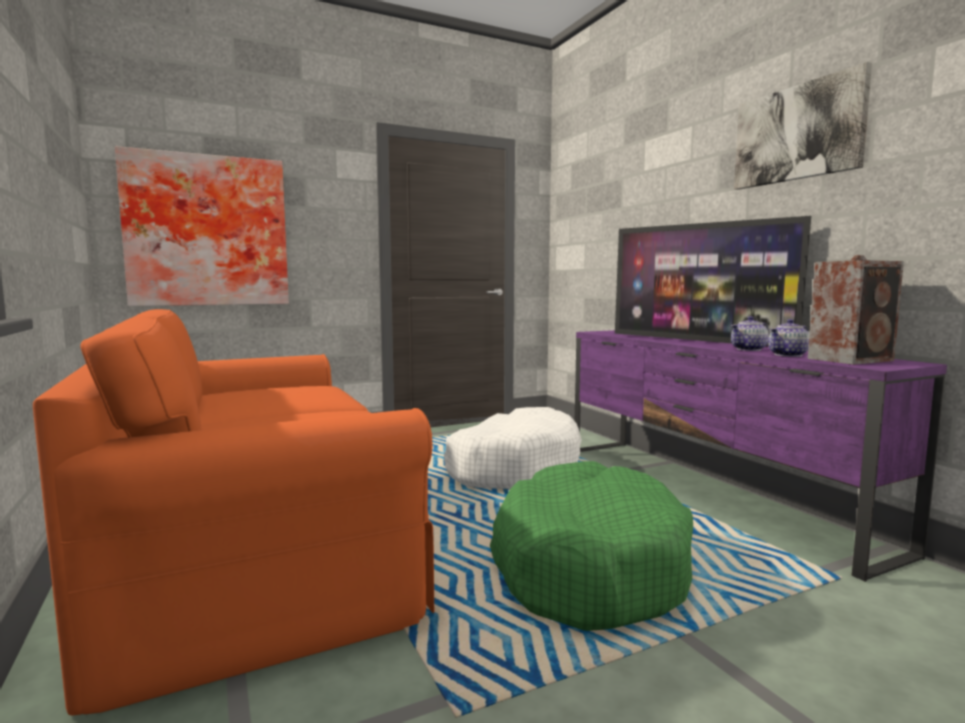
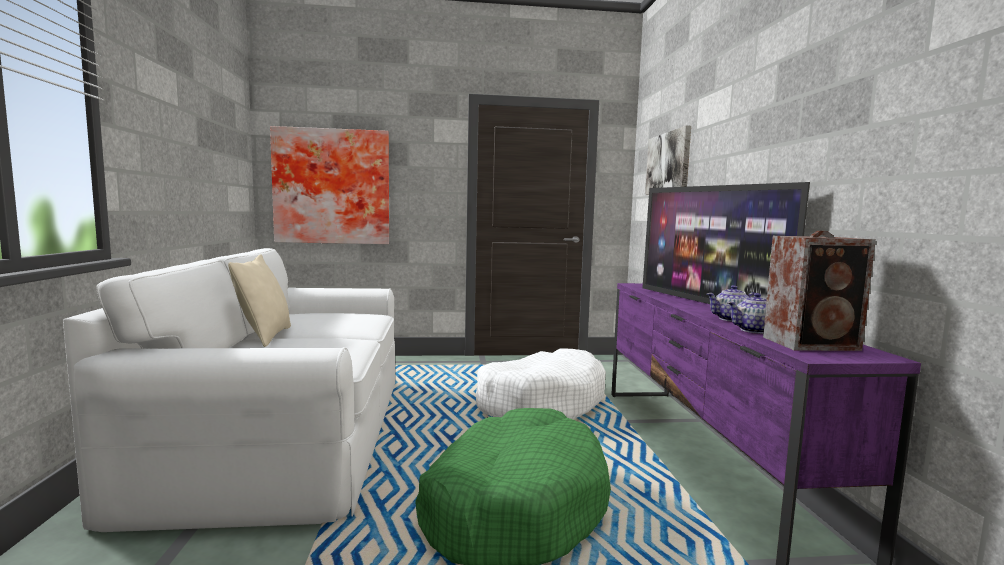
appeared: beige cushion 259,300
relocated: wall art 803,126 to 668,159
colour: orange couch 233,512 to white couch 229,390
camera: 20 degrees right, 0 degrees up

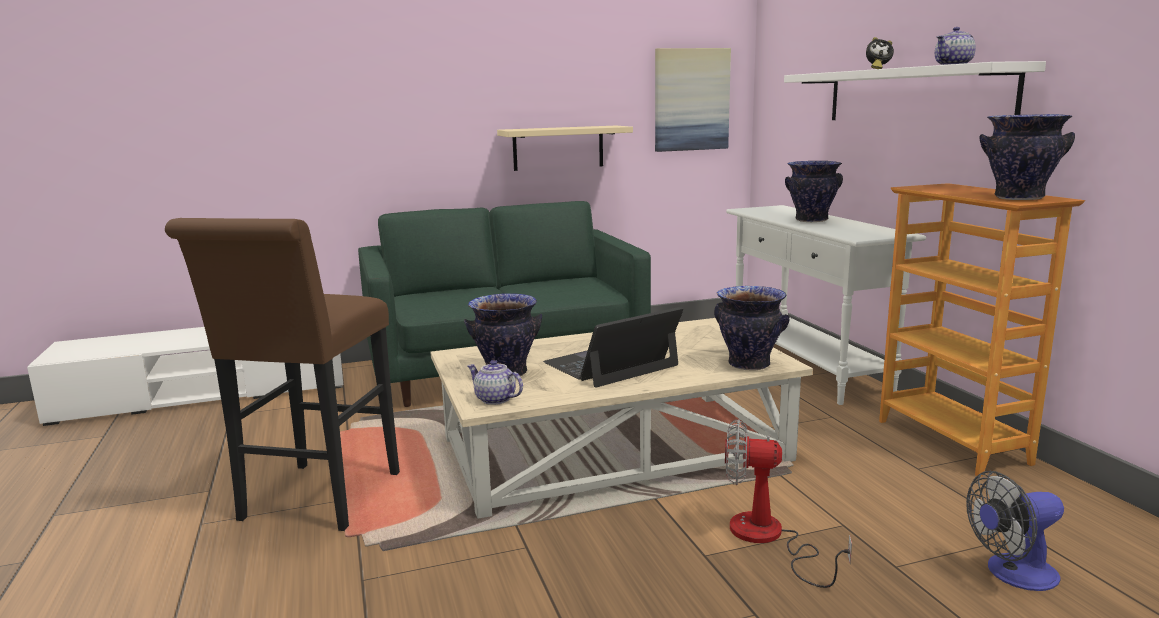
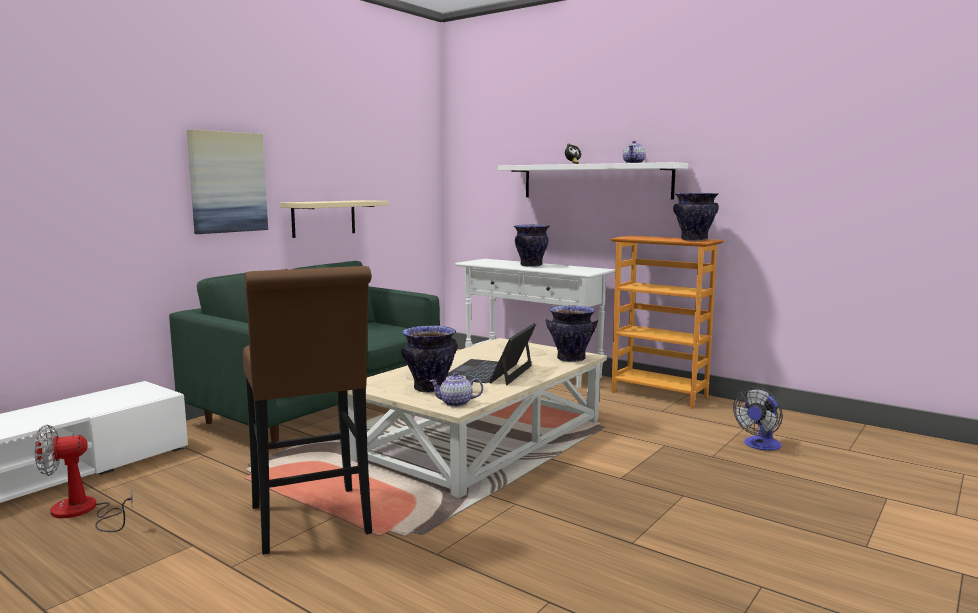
relocated: wall art 693,100 to 227,181; electric fan 788,503 to 83,478
camera: 35 degrees left, 5 degrees down

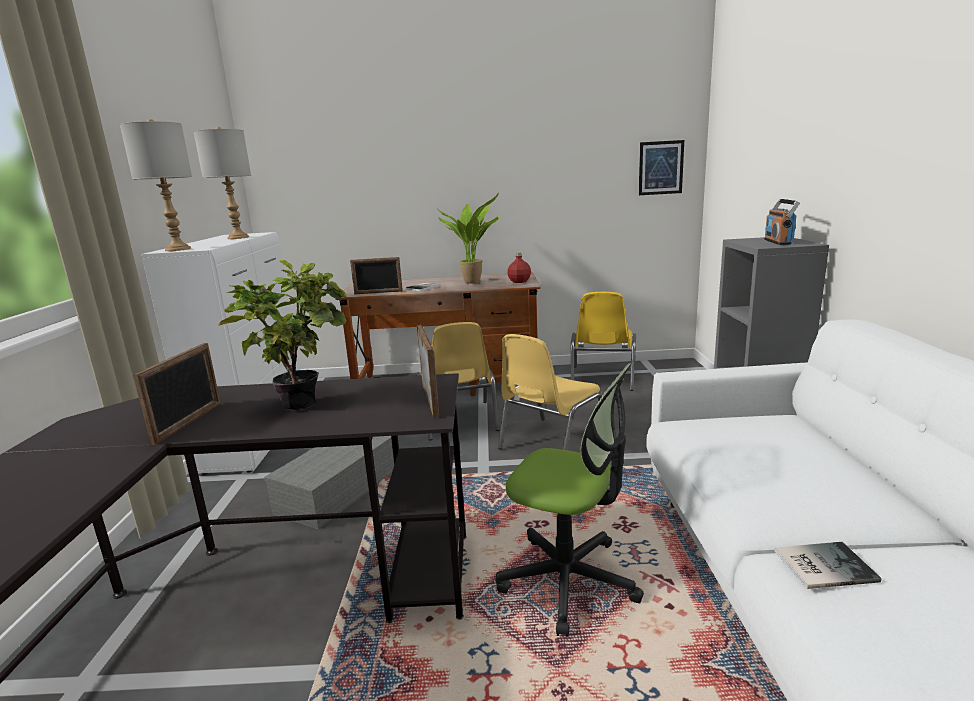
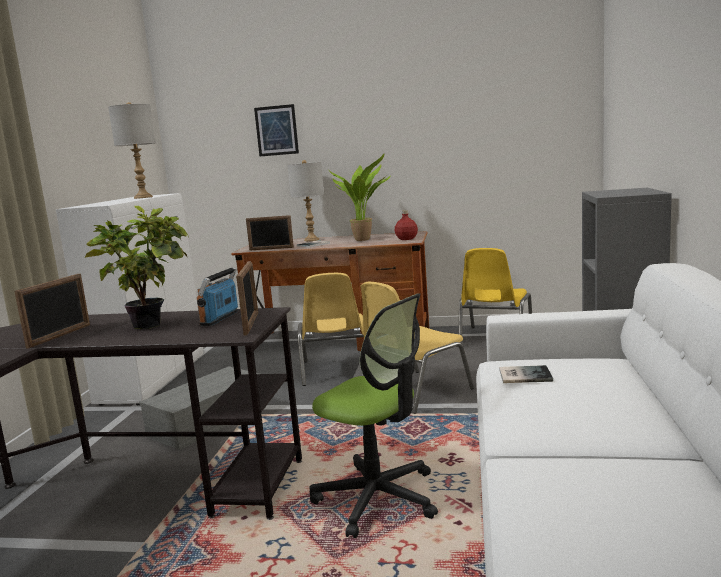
relocated: gray tabletop lamp 156,185 to 305,200; wall art 661,167 to 276,130; radio receiver 782,222 to 217,296; volume 828,565 to 526,374
camera: 10 degrees right, 5 degrees down

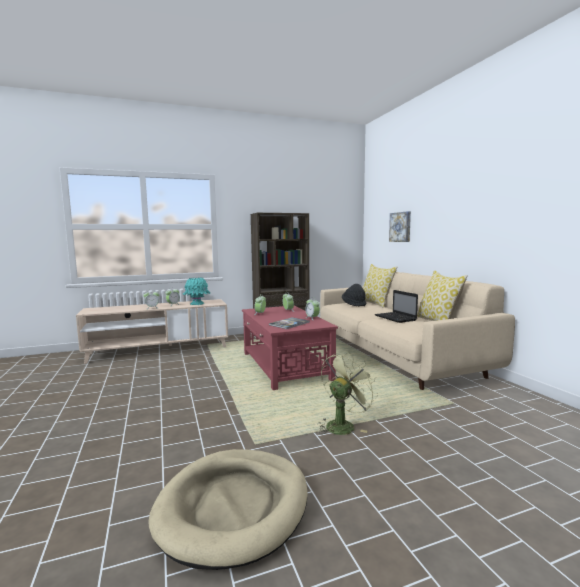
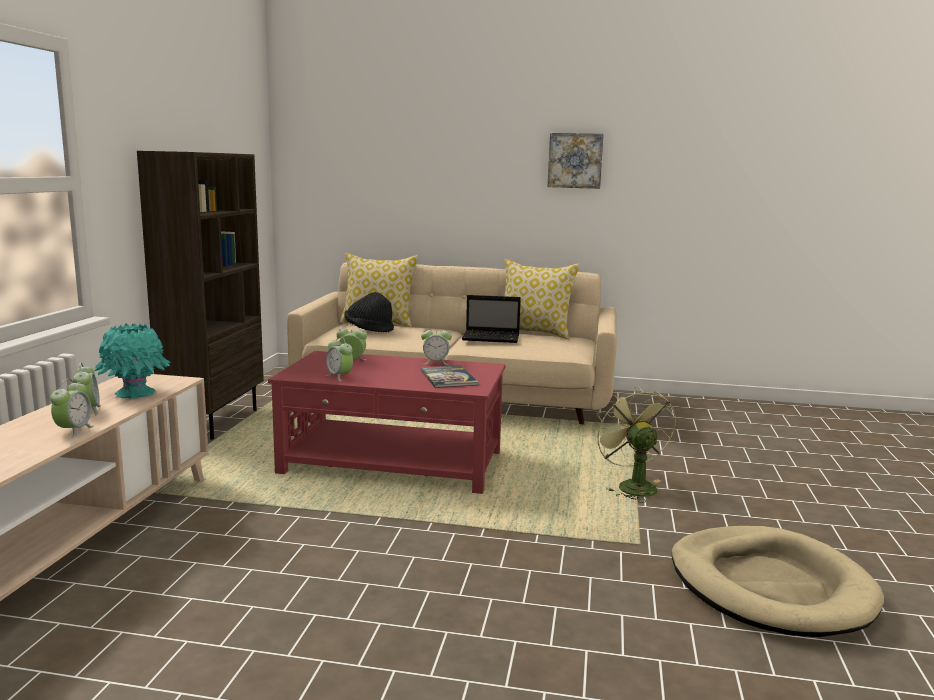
relocated: wall art 400,226 to 576,161
camera: 60 degrees left, 5 degrees up

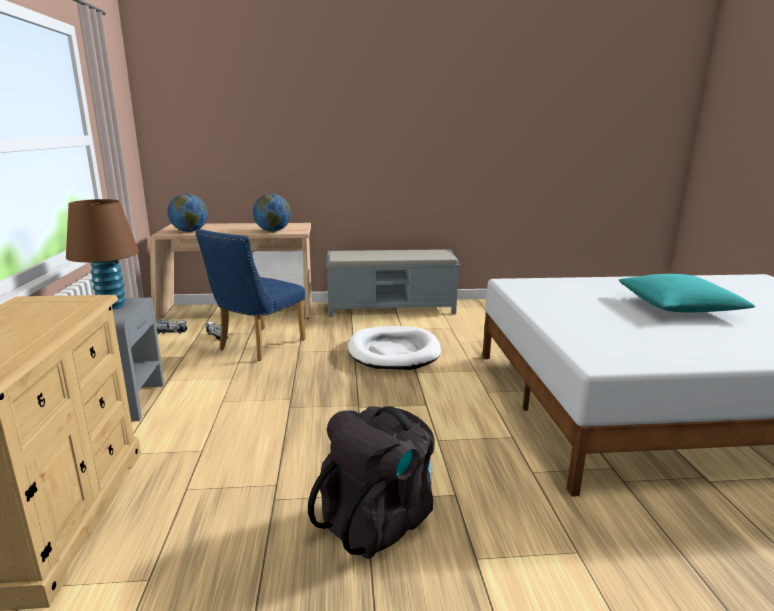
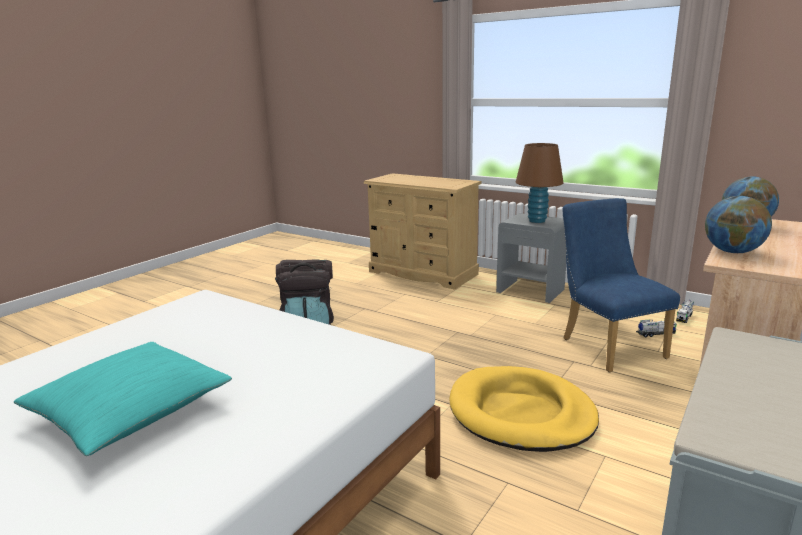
colour: white pet bed 394,348 to yellowish pet bed 524,409
camera: 130 degrees right, 0 degrees up

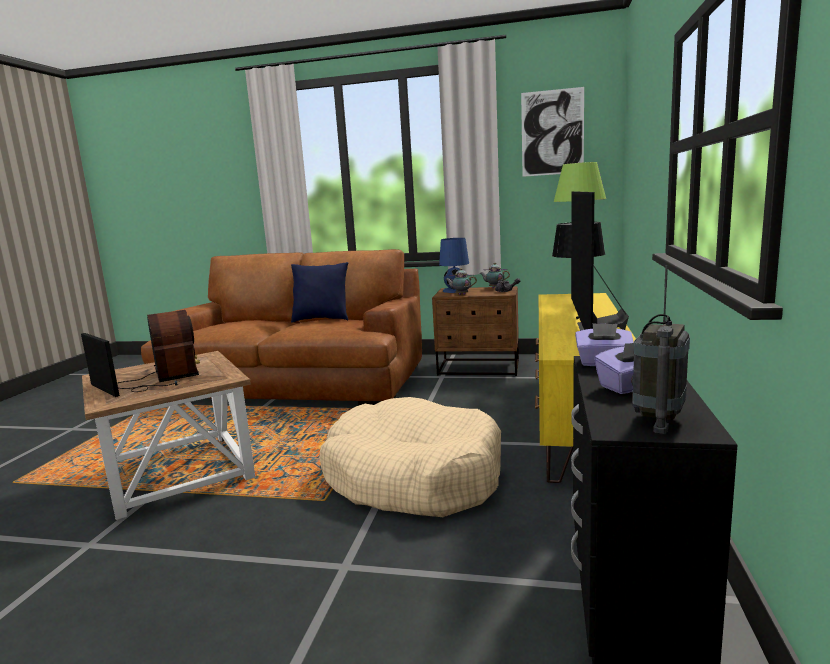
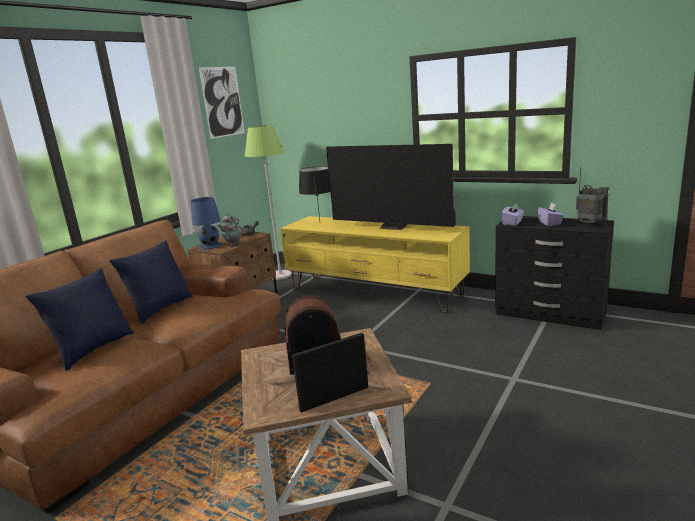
missing: beige pet bed 410,457
appeared: blue-coloured cushion 80,319
camera: 70 degrees left, 5 degrees up

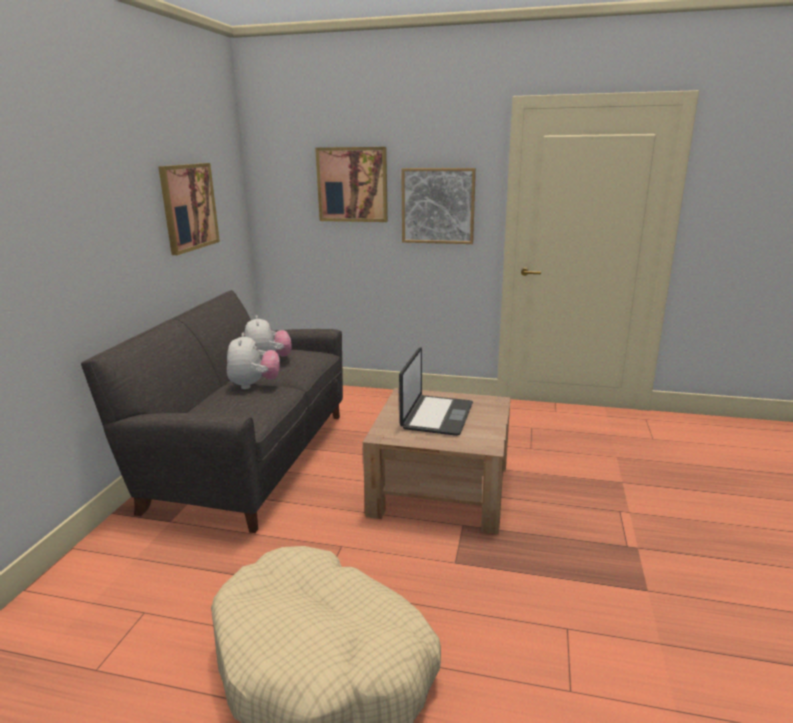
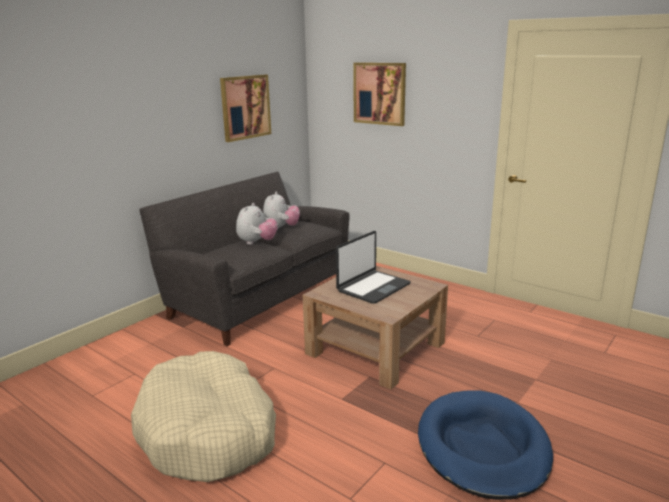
missing: wall art 438,206
appeared: blue-coloured pet bed 485,445
camera: 25 degrees right, 0 degrees up

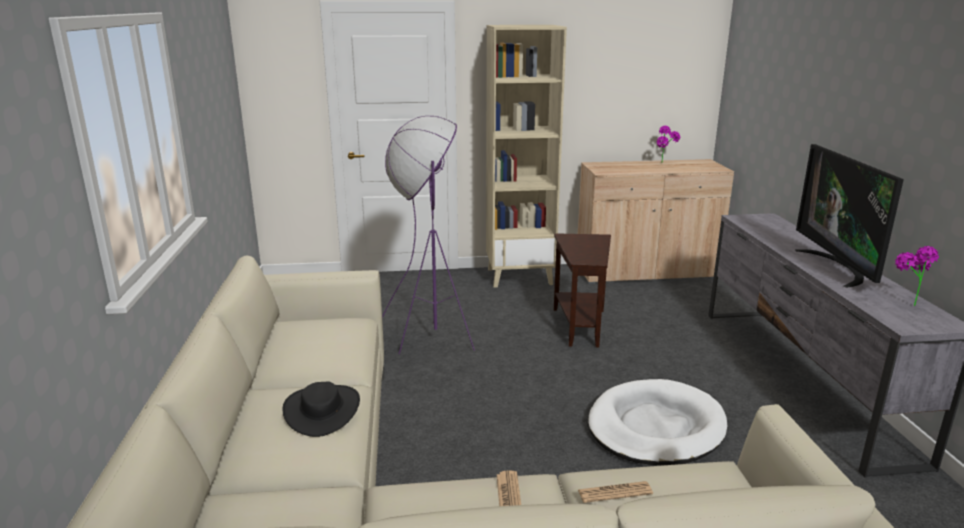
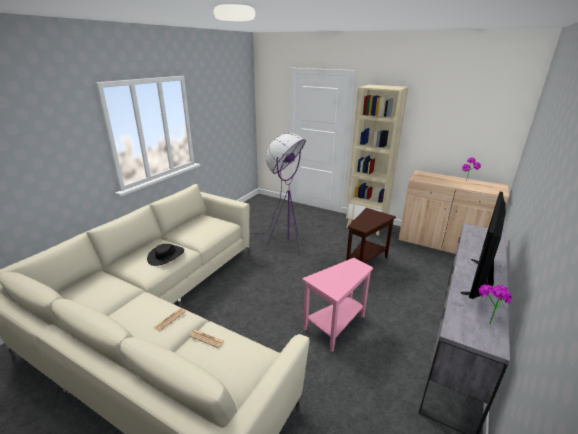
exchanged: white pet bed 657,422 to pink-coloured side table 338,305
camera: 35 degrees right, 5 degrees up

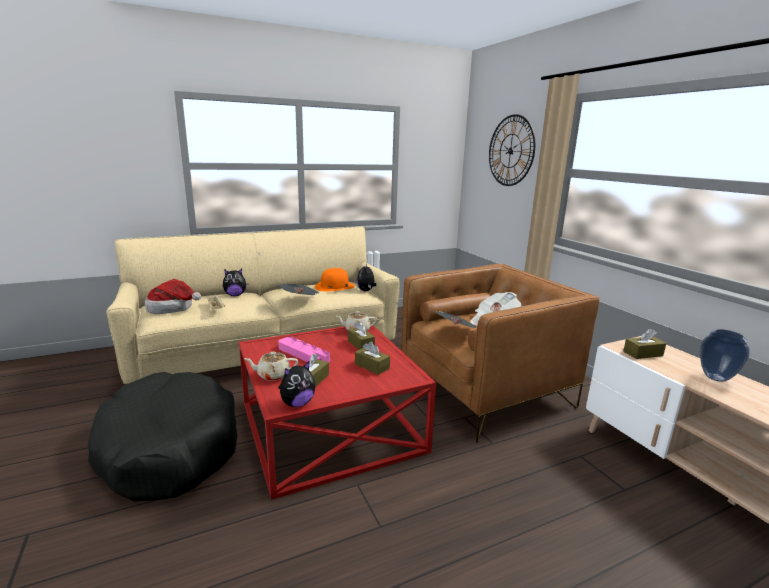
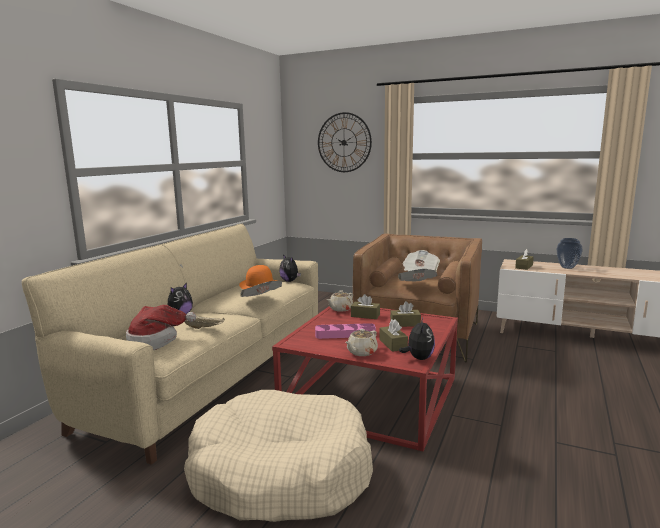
colour: black-coloured pet bed 162,436 to beige pet bed 278,456
camera: 40 degrees left, 5 degrees down

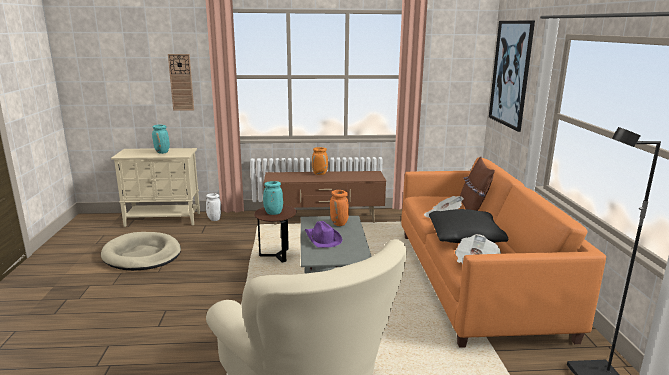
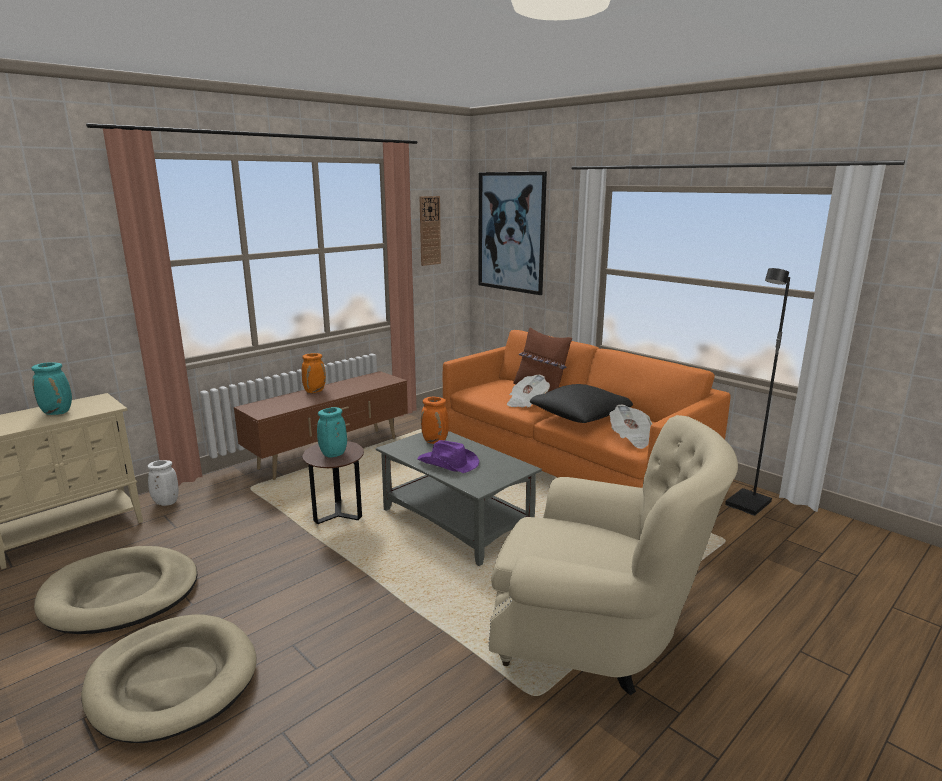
appeared: beige pet bed 169,678
relocated: hanging clock 181,82 to 430,231
camera: 40 degrees left, 0 degrees up

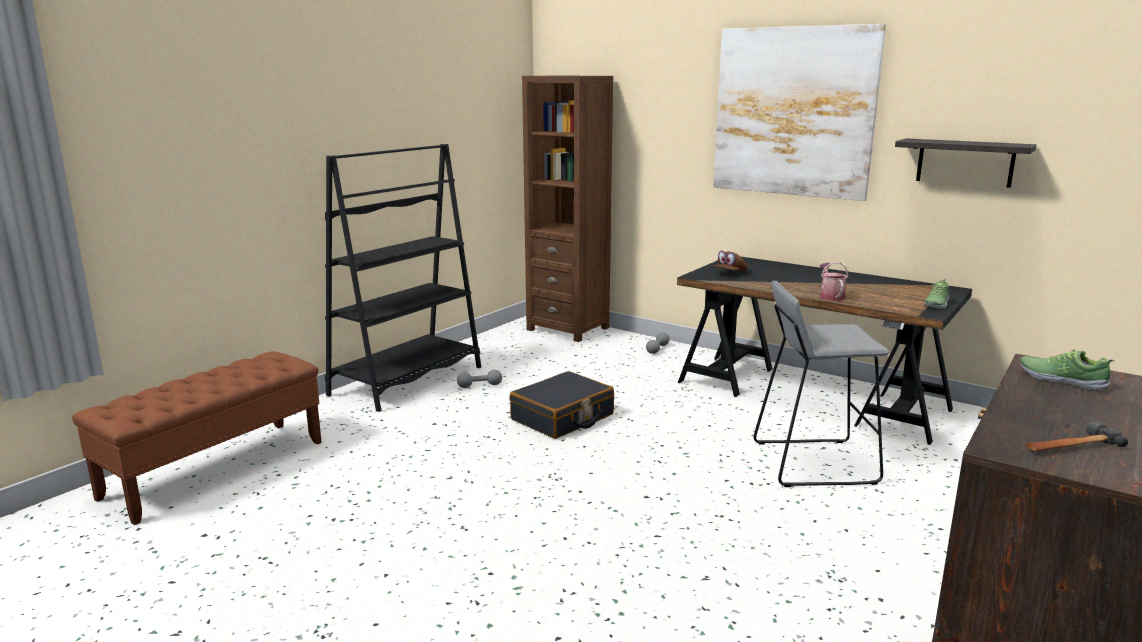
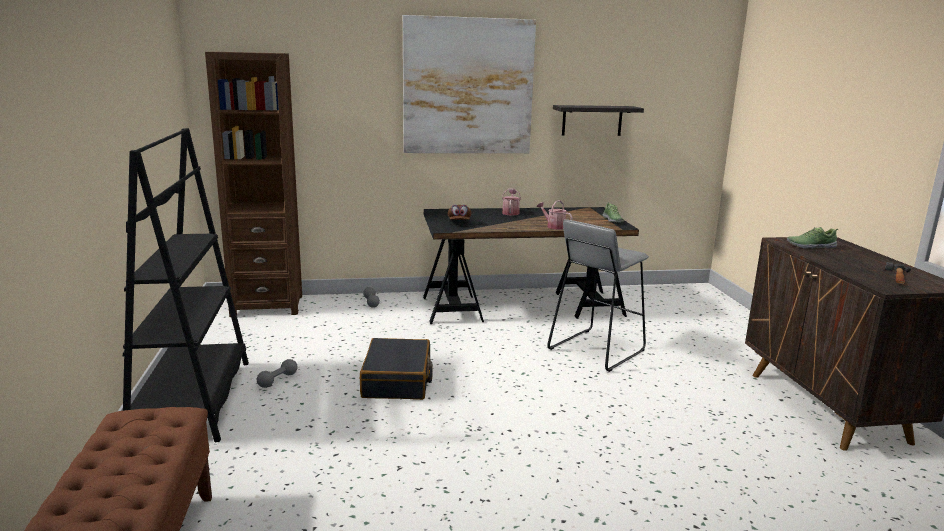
appeared: sprinkling can 511,202
camera: 45 degrees left, 0 degrees up

